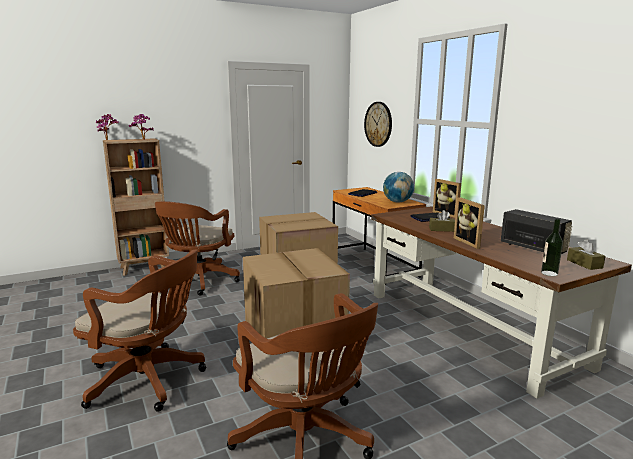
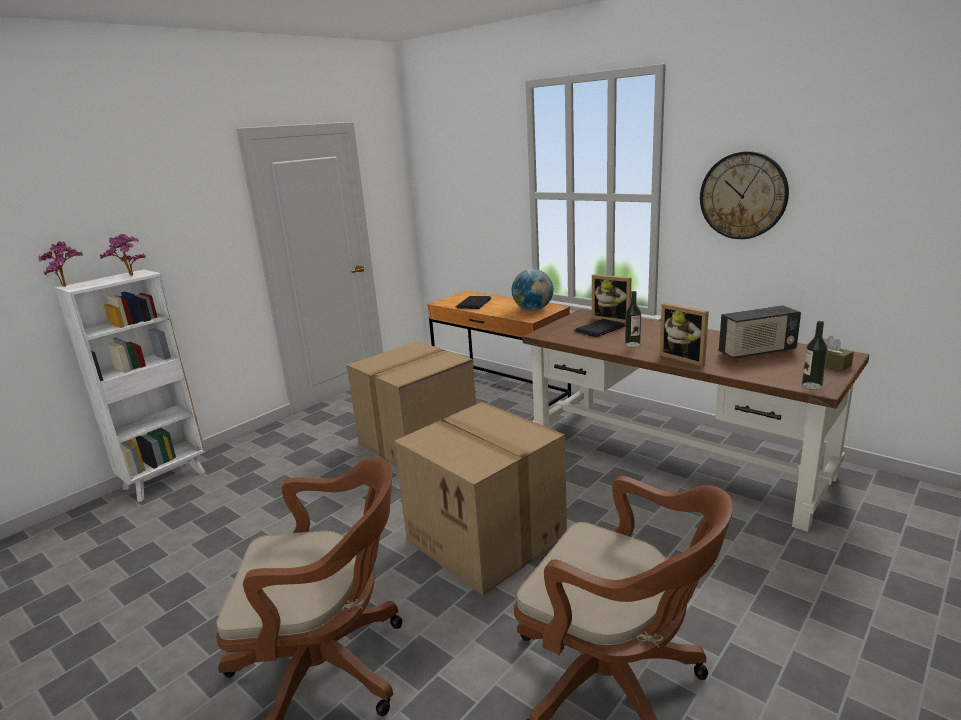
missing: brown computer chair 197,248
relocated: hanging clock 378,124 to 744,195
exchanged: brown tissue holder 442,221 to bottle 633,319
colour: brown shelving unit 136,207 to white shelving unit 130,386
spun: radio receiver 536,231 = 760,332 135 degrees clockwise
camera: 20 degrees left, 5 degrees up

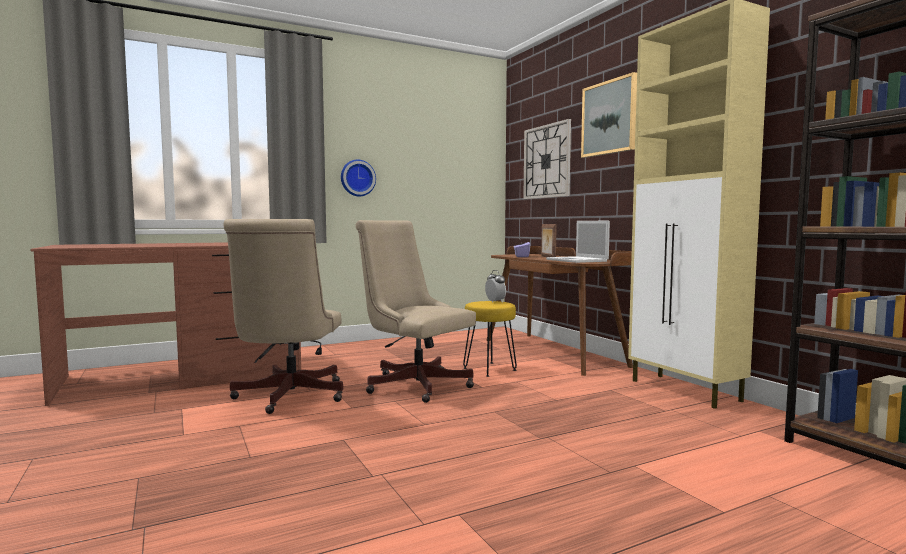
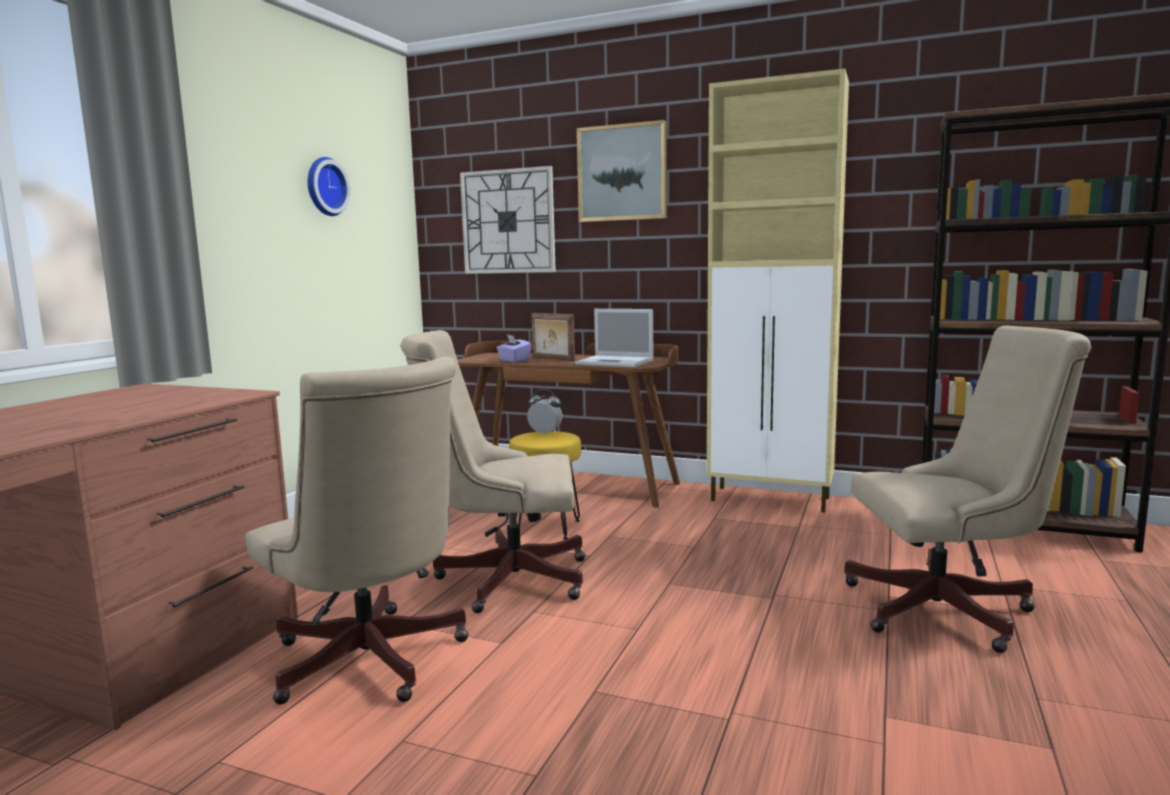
appeared: beige computer chair 968,489
relocated: hanging clock 358,177 to 328,186
camera: 40 degrees left, 5 degrees up

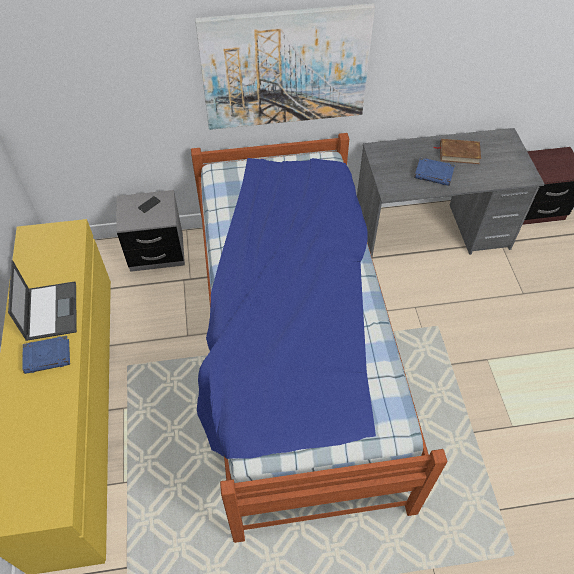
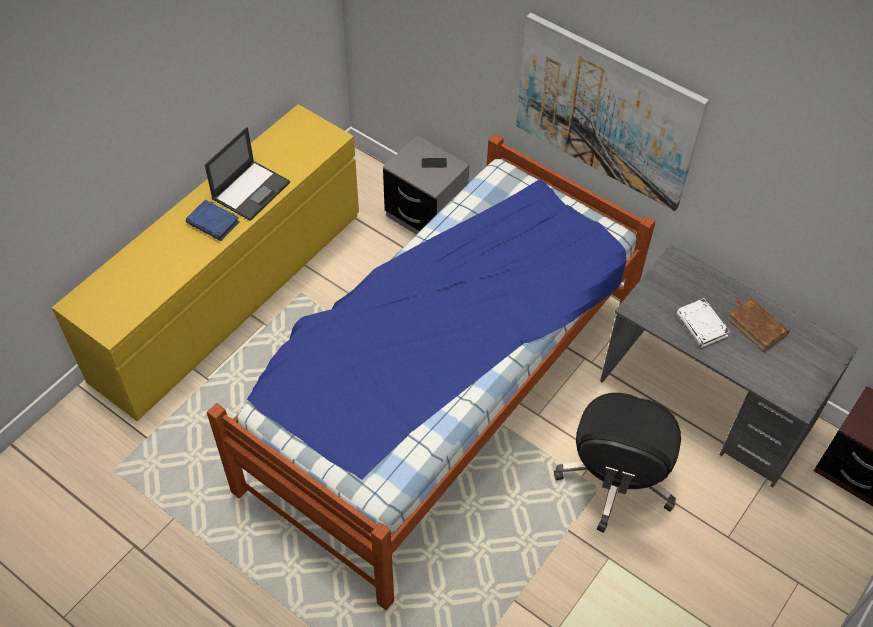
appeared: black-coloured computer chair 617,463
colour: blue-coloured volume 434,171 to white volume 703,323
camera: 45 degrees right, 0 degrees up

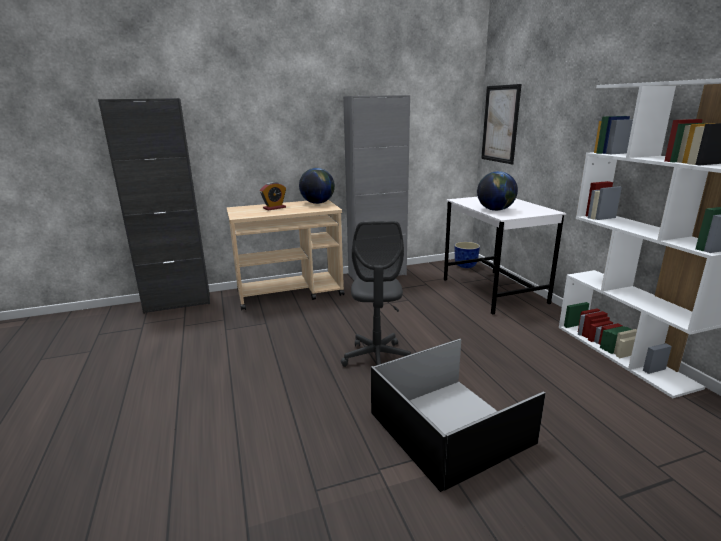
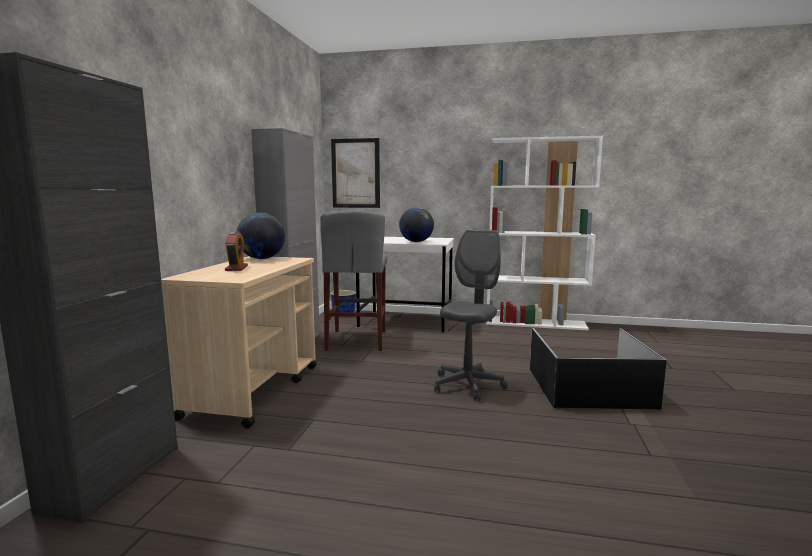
appeared: gray stool 354,280
spun: gray computer chair 376,294 = 471,315 90 degrees counterclockwise
camera: 60 degrees left, 10 degrees down

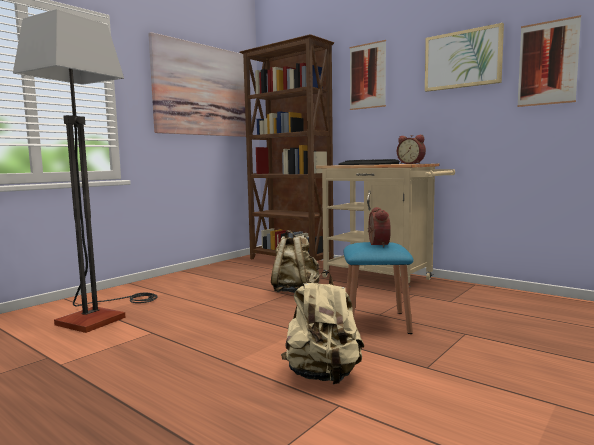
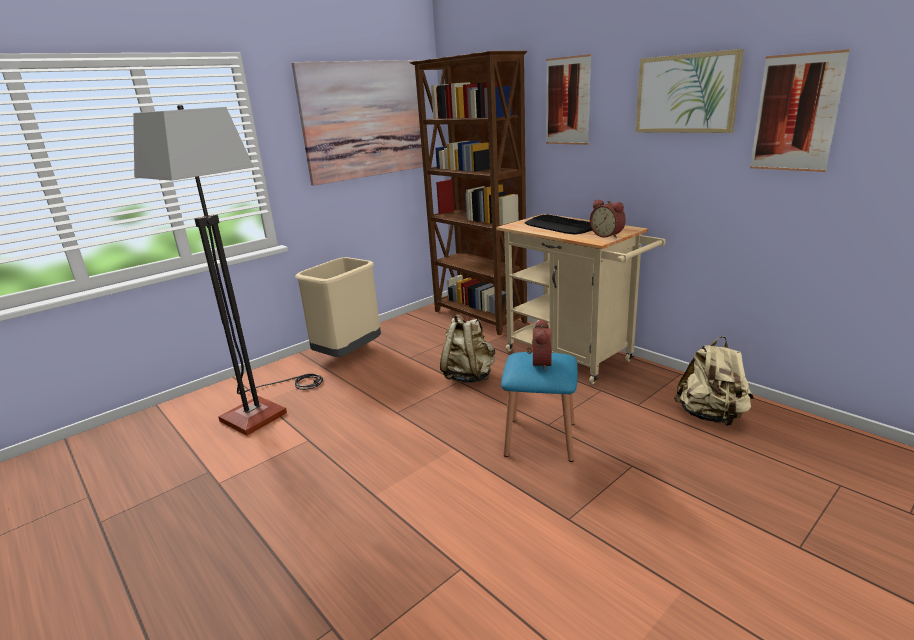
appeared: beige trash can 338,307
relocated: beige knapsack 322,327 to 714,381
camera: 10 degrees right, 15 degrees up

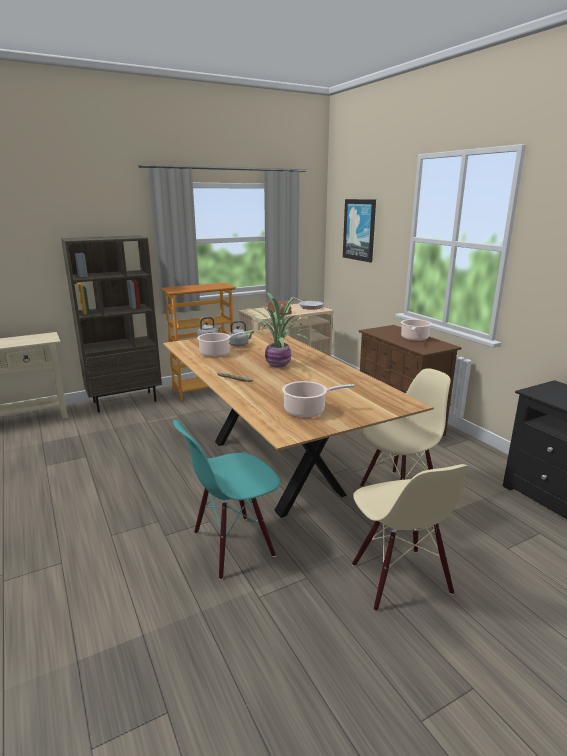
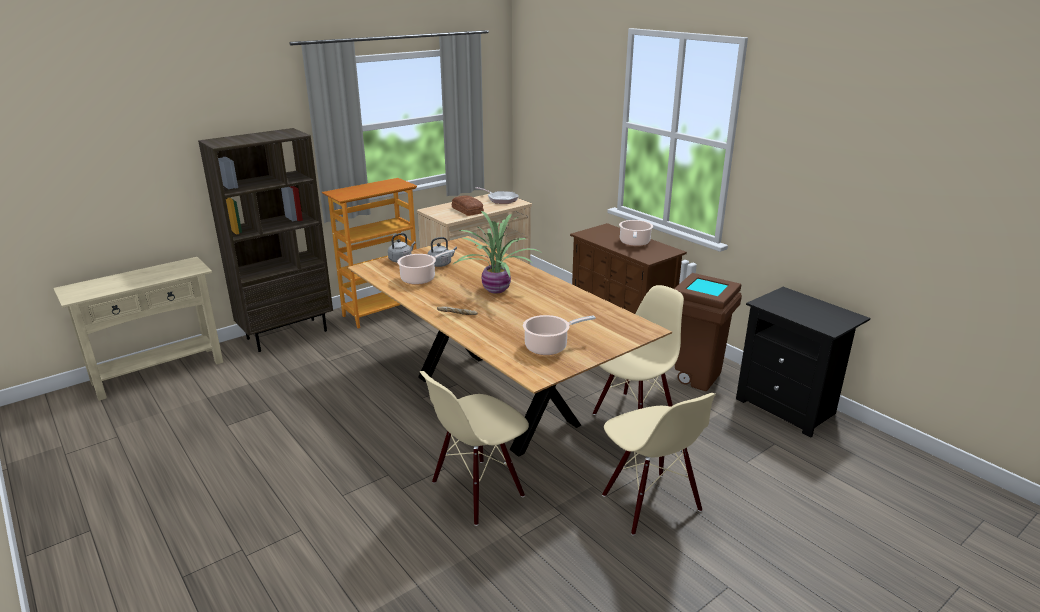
missing: wall art 359,231
appeared: brown trash can 708,332
colour: turquoise-coloured plain chair 227,500 to beige plain chair 474,448
camera: 10 degrees left, 5 degrees up

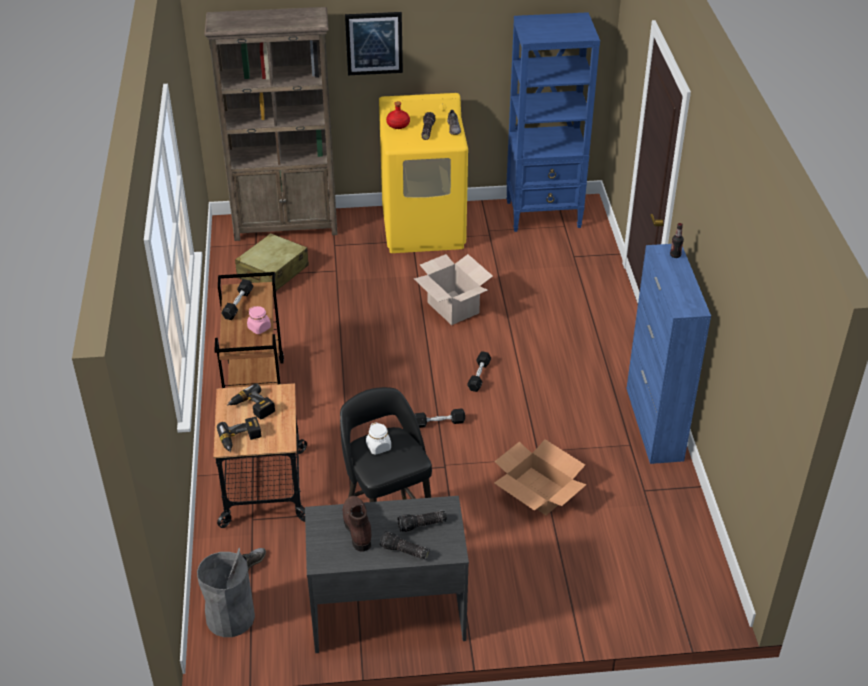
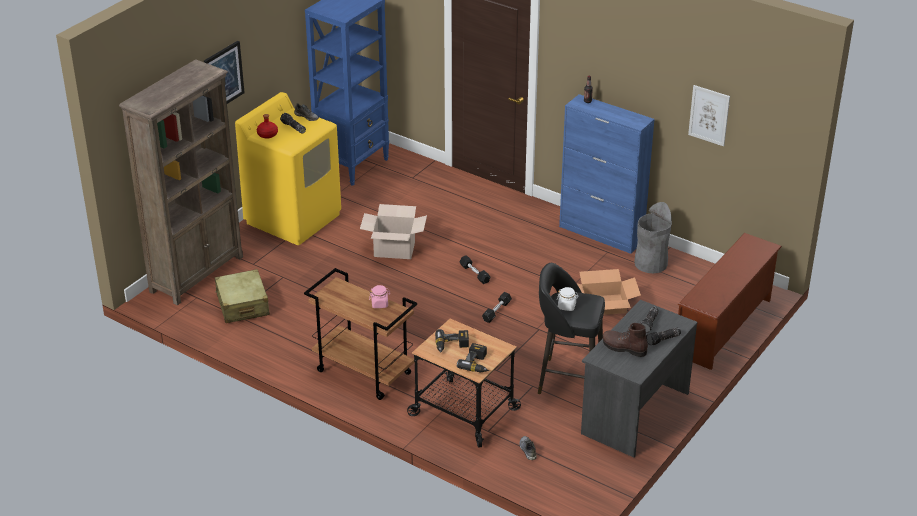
missing: black-coloured hand weight 237,299
appeared: brown shoe rack 730,301; wall art 709,115
relocated: gray trash can 226,592 to 653,237
camera: 50 degrees left, 5 degrees down

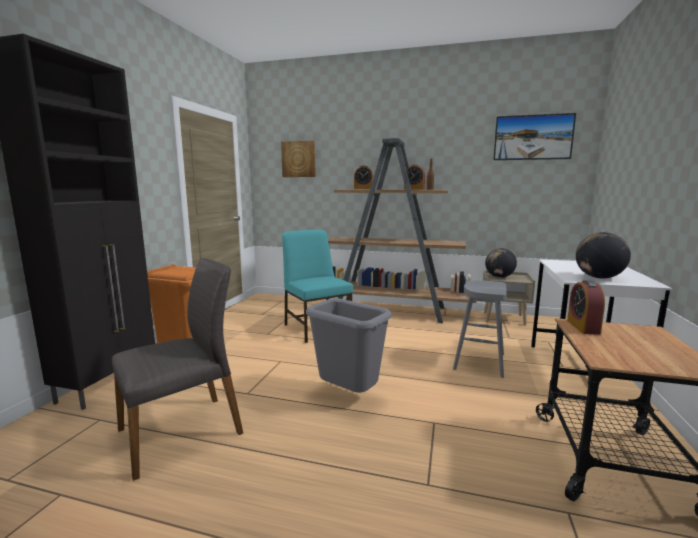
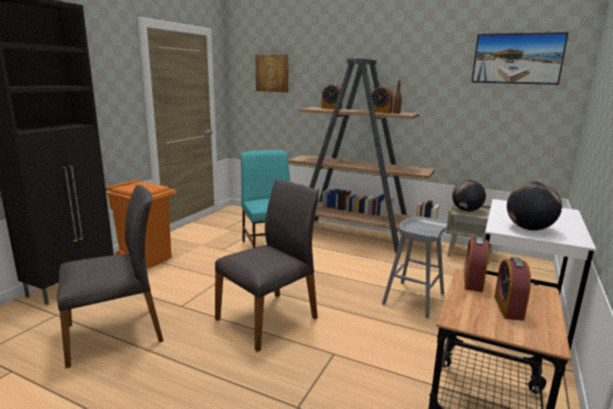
appeared: bedside clock 512,289
exchanged: gray trash can 349,345 to gray plain chair 267,265
camera: 10 degrees right, 5 degrees up

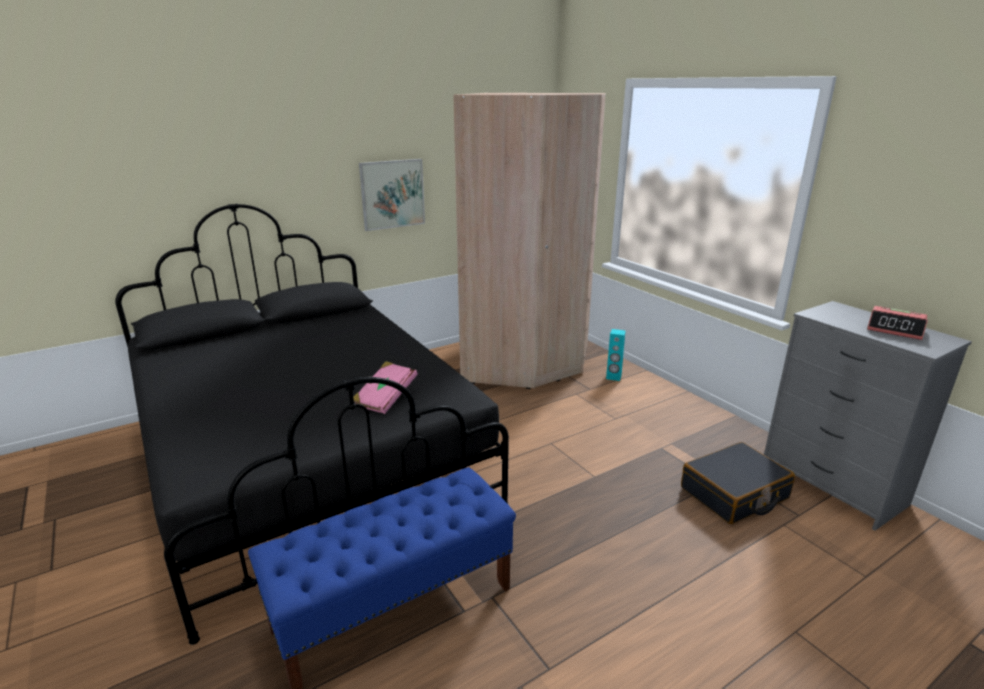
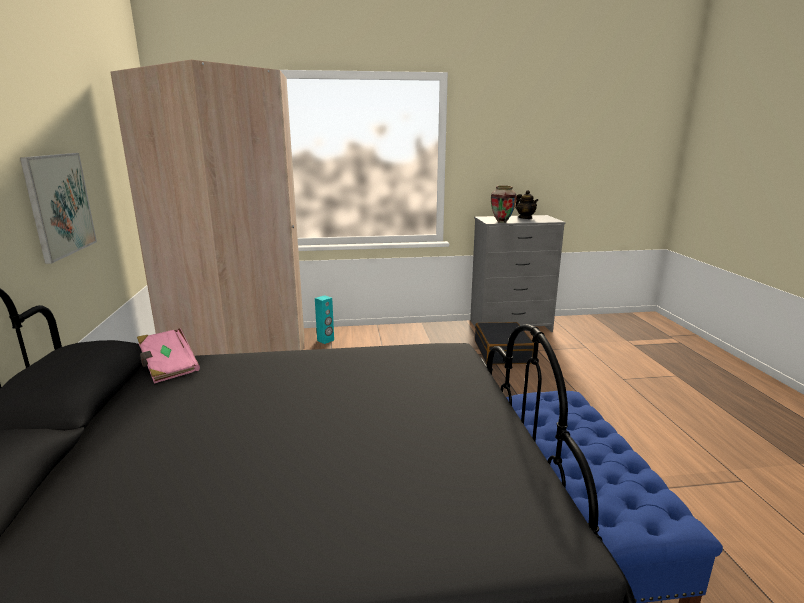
appeared: vase 504,204
relocated: pink-coloured volume 385,387 to 168,356
exchanged: bedside clock 897,323 to teapot 526,204
camera: 65 degrees left, 5 degrees down

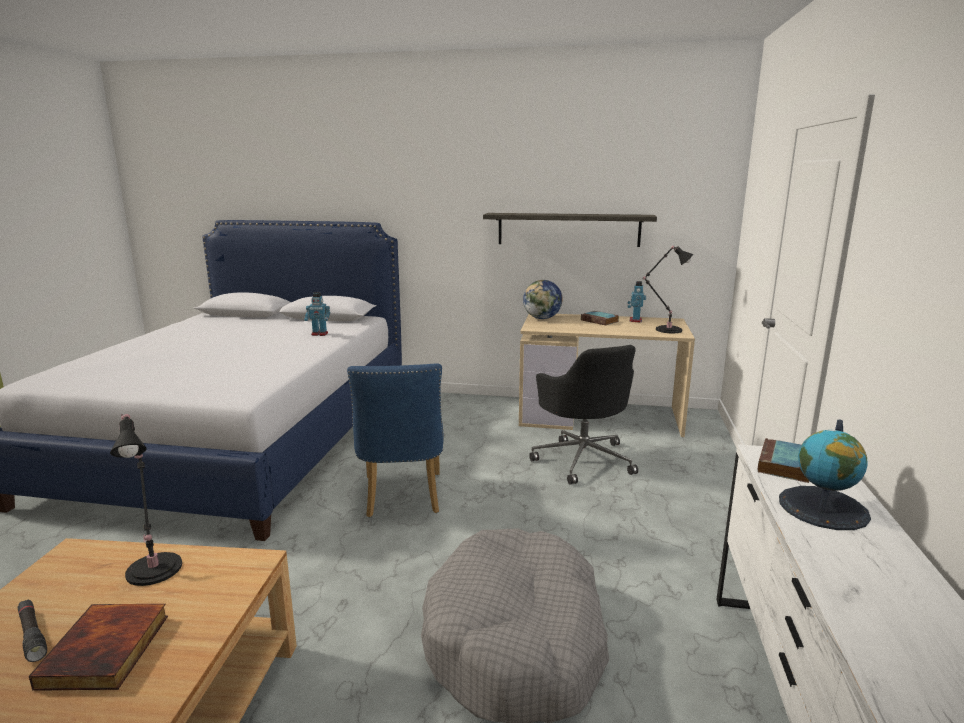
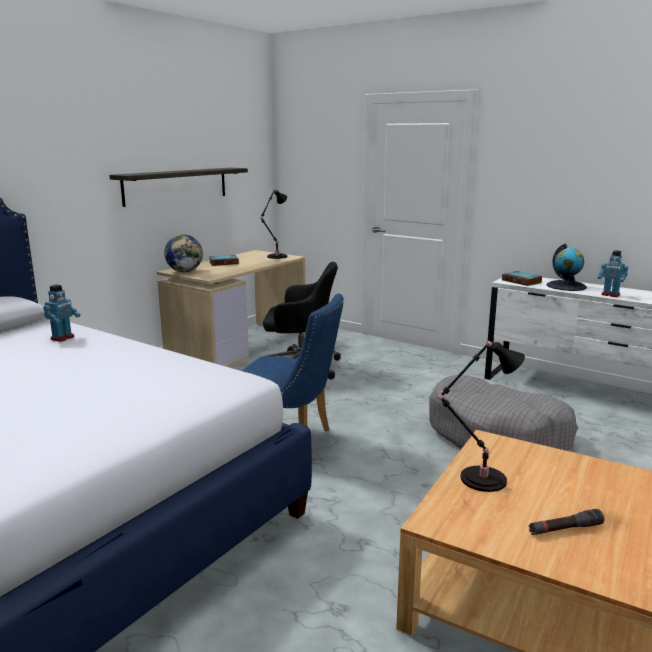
missing: volume 98,647
relocated: toy robot 636,301 to 613,273
camera: 65 degrees left, 0 degrees up

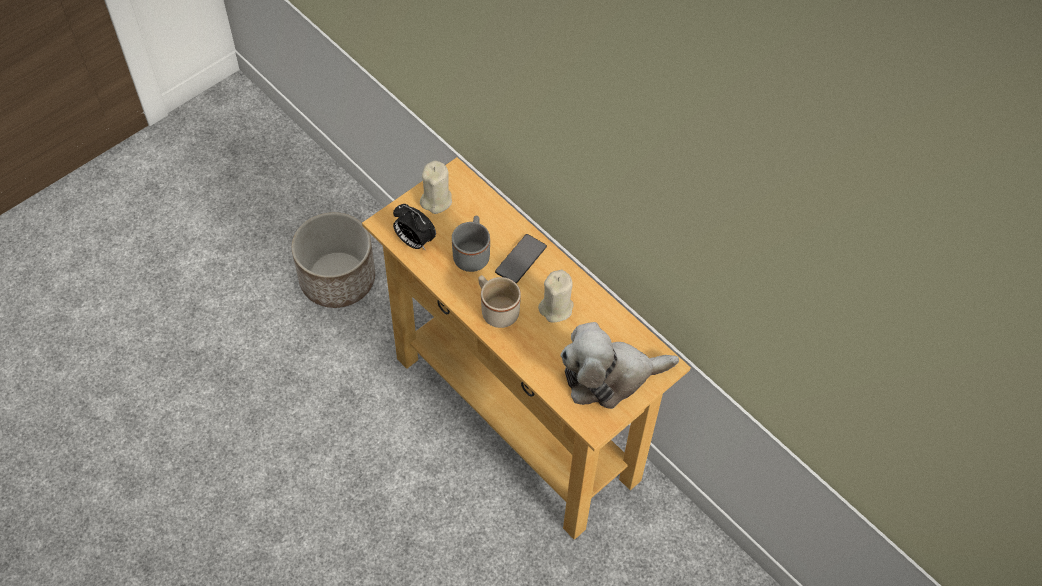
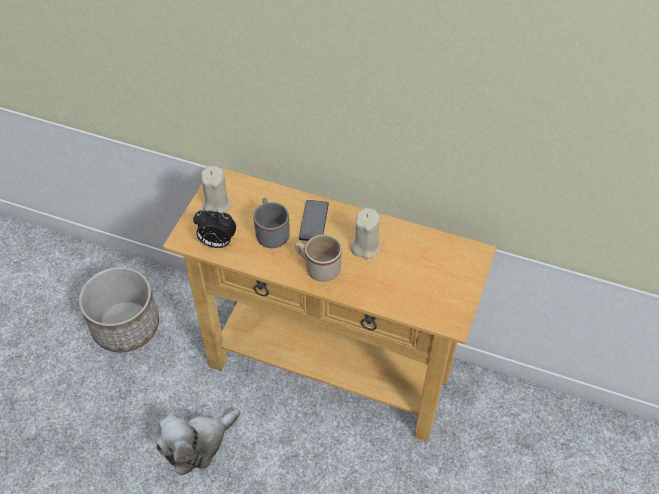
relocated: cuddly toy 620,365 to 198,442
camera: 25 degrees left, 5 degrees down

